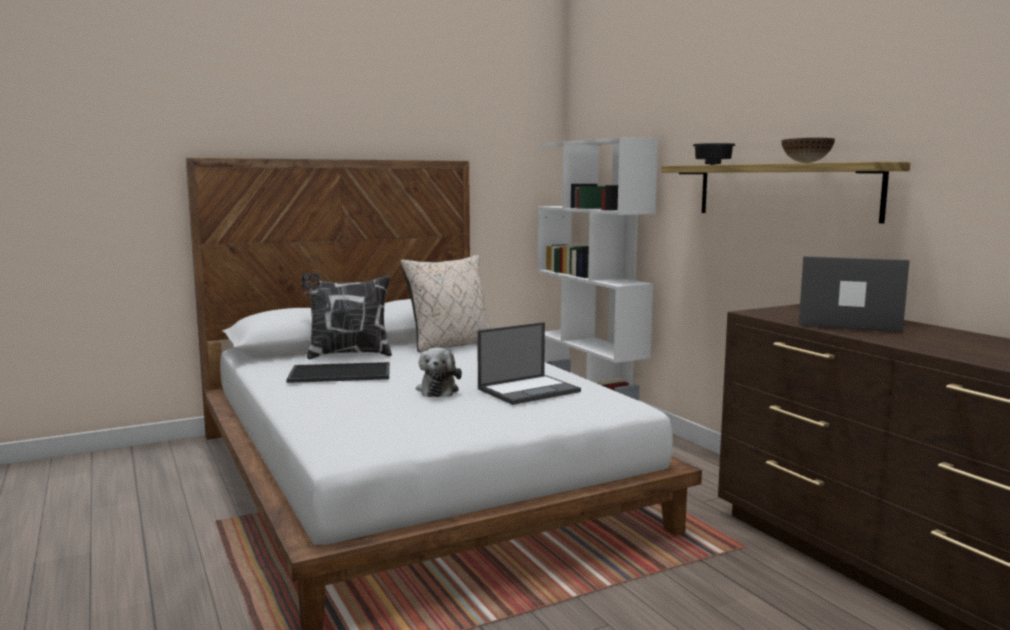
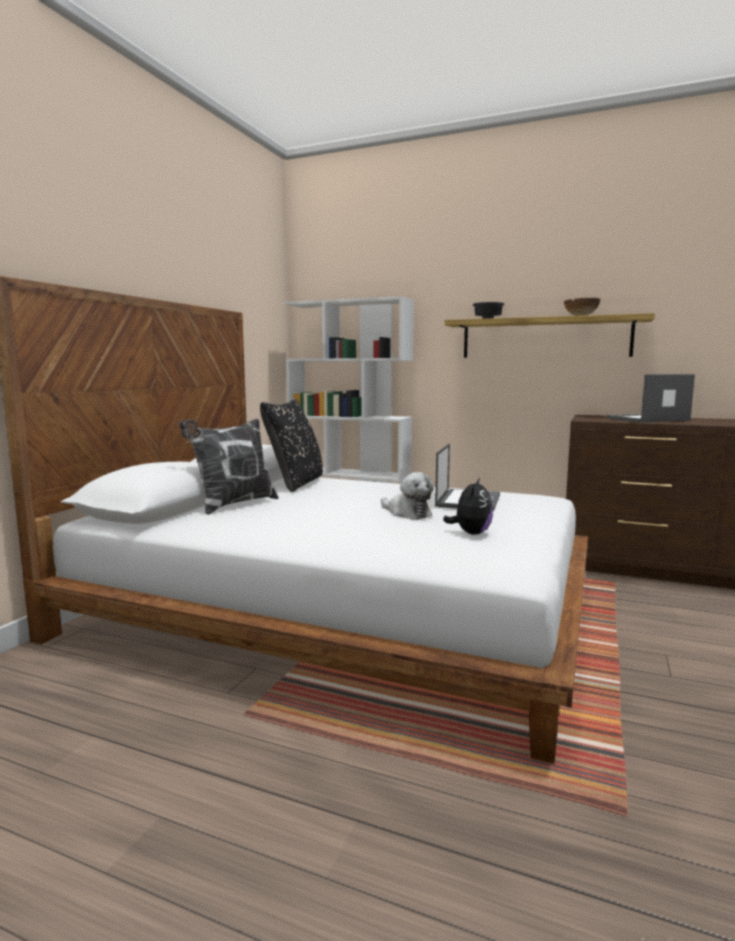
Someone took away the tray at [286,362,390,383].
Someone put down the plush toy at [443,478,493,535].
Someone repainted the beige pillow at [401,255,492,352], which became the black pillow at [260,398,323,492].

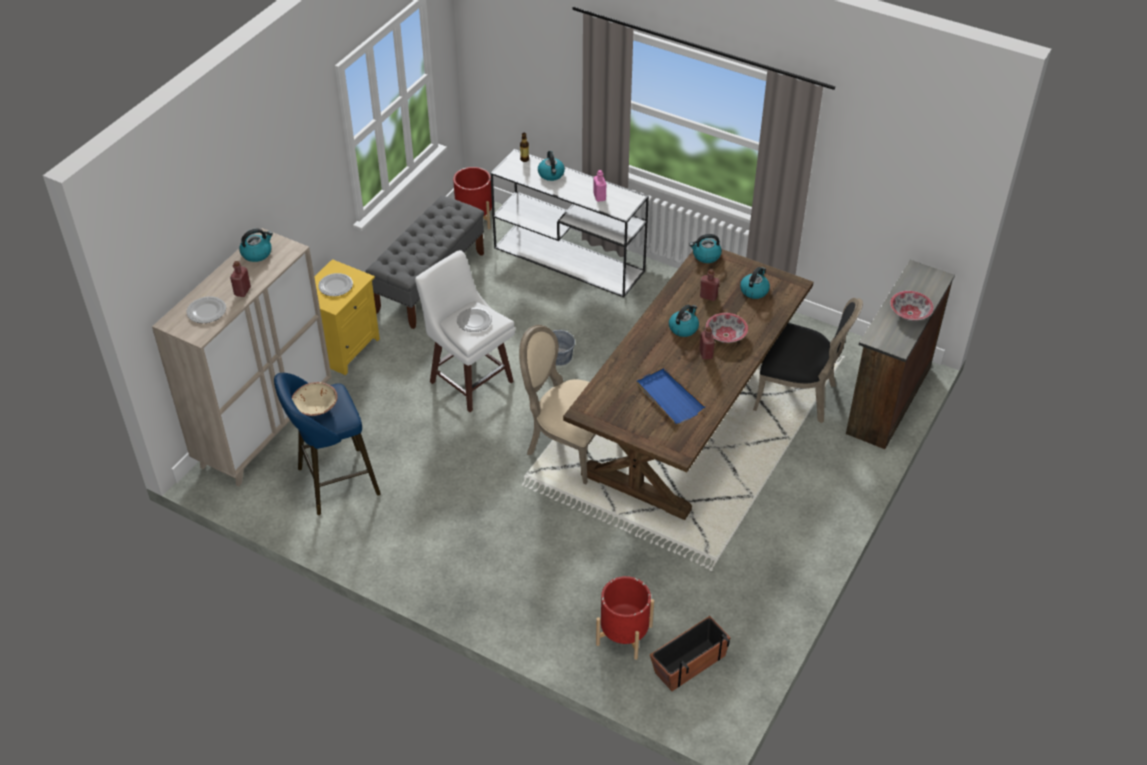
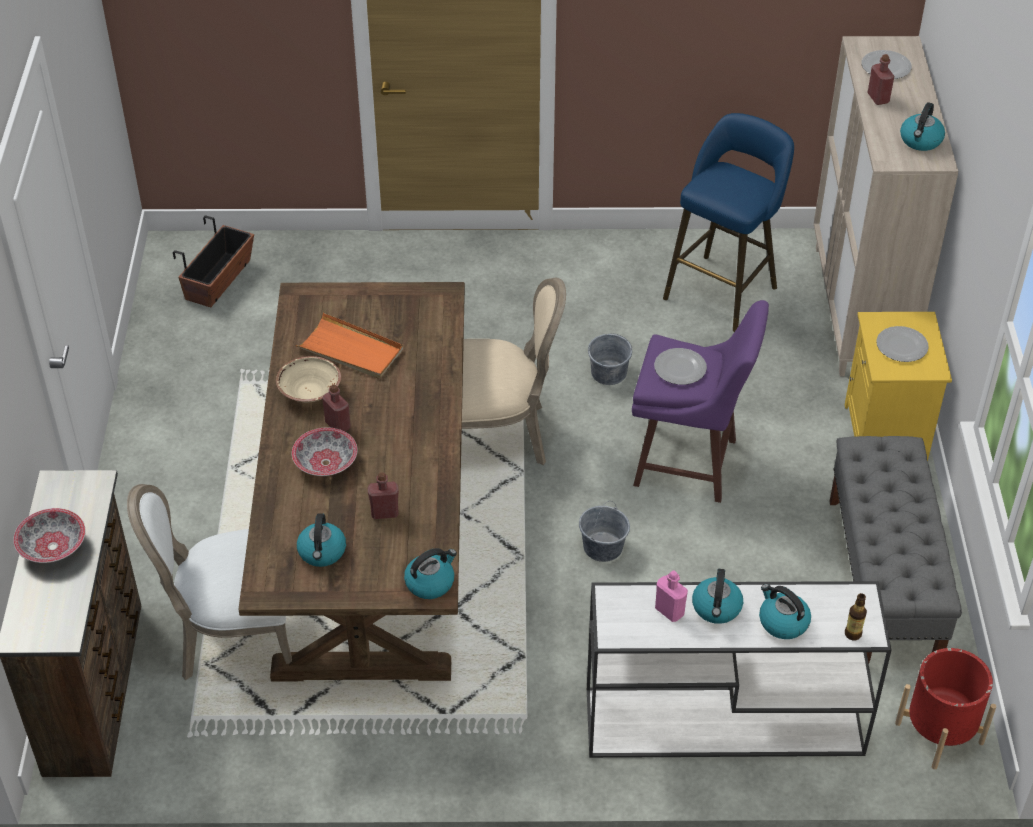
Someone took away the red planter at [596,576,654,660].
Someone put down the grey bucket at [588,333,632,385].
Someone carried the beige bowl from [292,382,338,416] to [276,356,341,402].
Someone carried the kettle from [669,305,699,337] to [692,569,743,624].
Someone repainted the white stool at [415,250,515,412], which became the purple stool at [632,300,769,503].
Someone repainted the blue tray at [636,368,705,424], which became the orange tray at [296,313,403,379].
Someone repainted the black chair at [753,298,863,423], which became the white chair at [127,484,292,680].

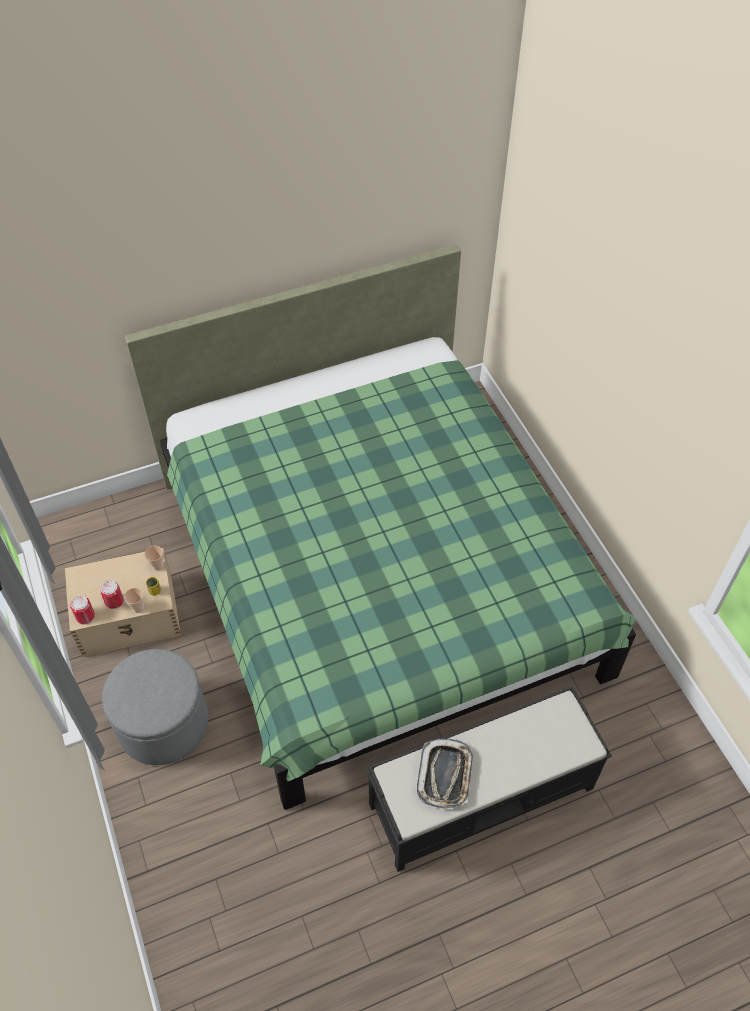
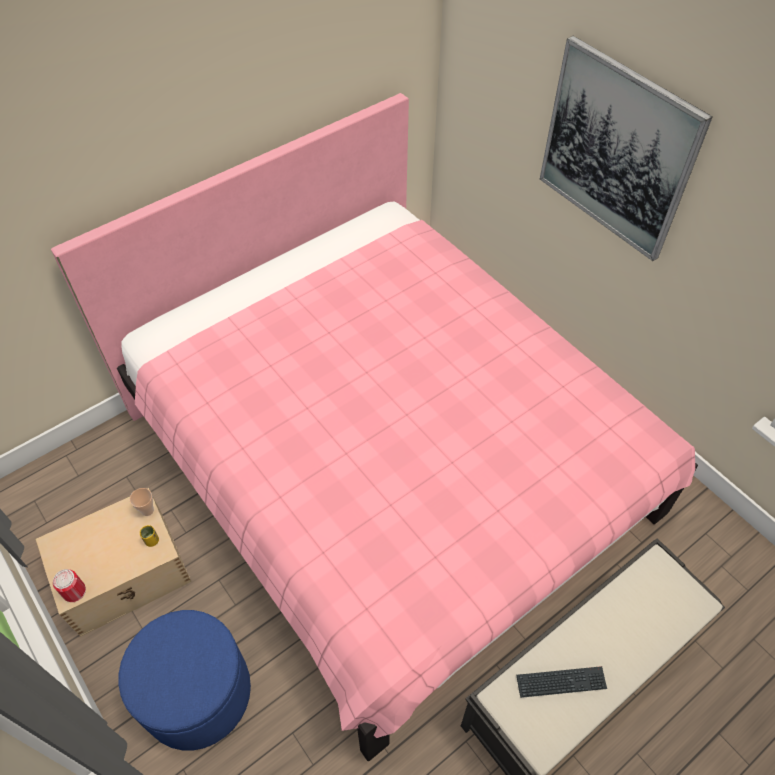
Someone took away the can at [100,580,124,609].
Someone took away the cup at [124,588,144,613].
Someone put up the picture at [540,36,713,261].
Someone swapped the tray at [417,739,473,809] for the keyboard at [517,666,607,698].
Someone repainted the grey ottoman at [102,649,208,765], which became the blue ottoman at [119,610,251,750].
Someone repainted the green bed at [125,245,636,810], which became the pink bed at [51,93,698,761].

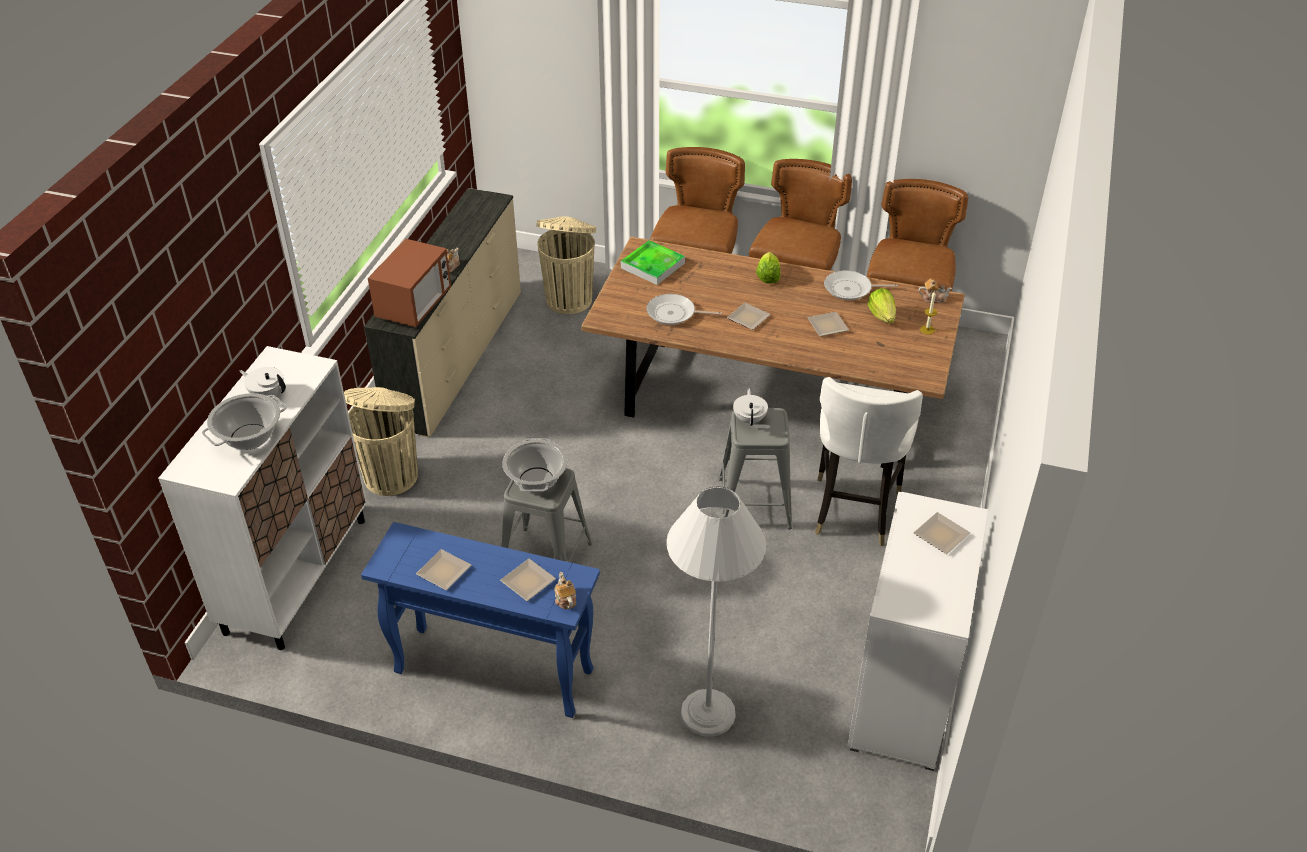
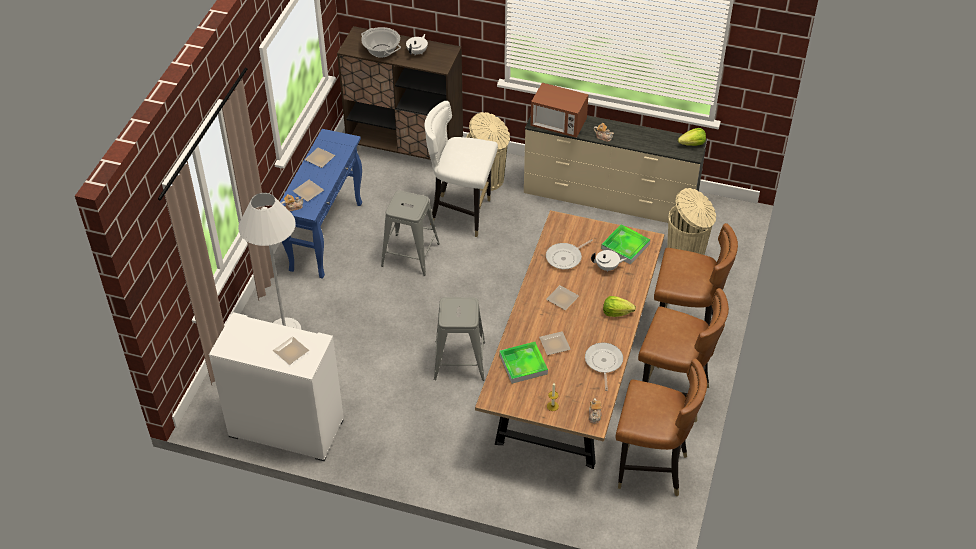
Someone took away the cooking pot at [502,438,568,492].
Someone put down the tray at [499,342,548,384].
Someone carried the white teapot from [733,388,768,426] to [591,250,627,272].
Someone carried the white chair from [815,377,923,546] to [424,101,498,237].
Someone carried the lettuce from [868,288,896,323] to [678,128,706,146].
Someone repainted the white cabinet at [158,346,367,650], which became the brown cabinet at [337,26,463,160].
Someone rotated the frying pan at [646,294,722,325] by 135 degrees counterclockwise.

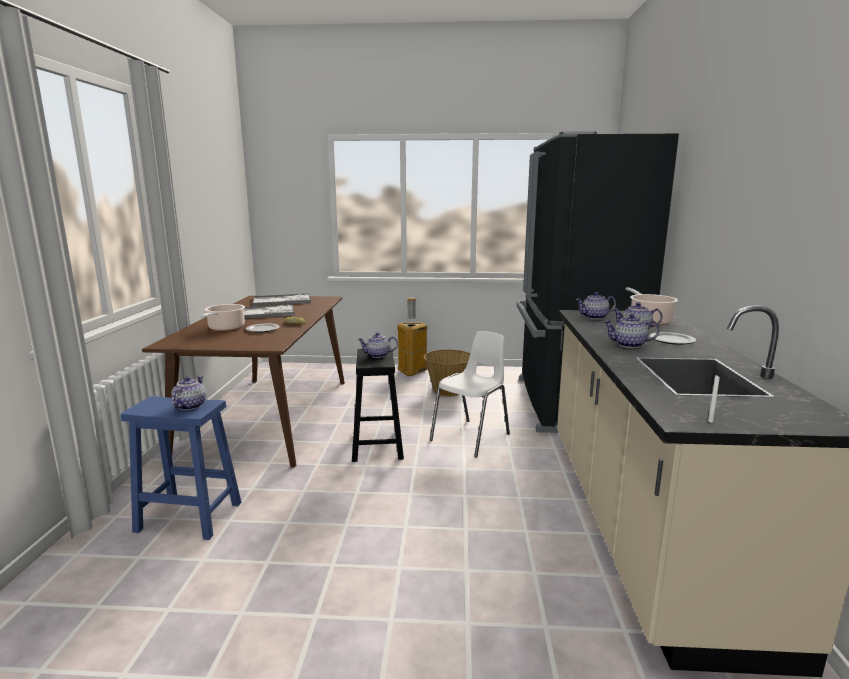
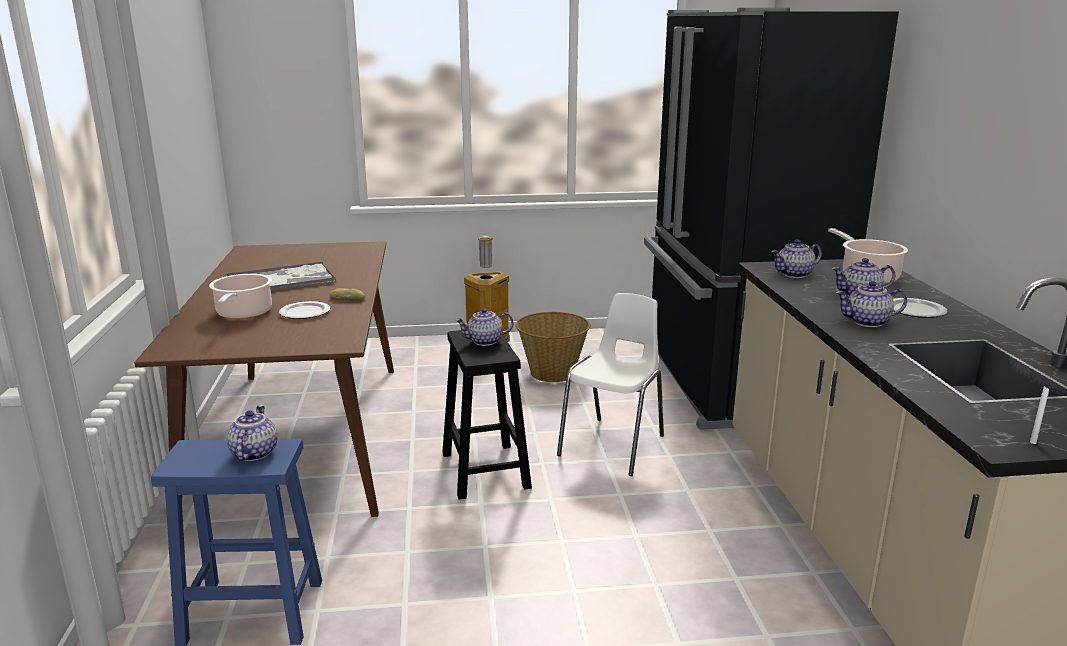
Someone took away the tray at [252,293,311,306].

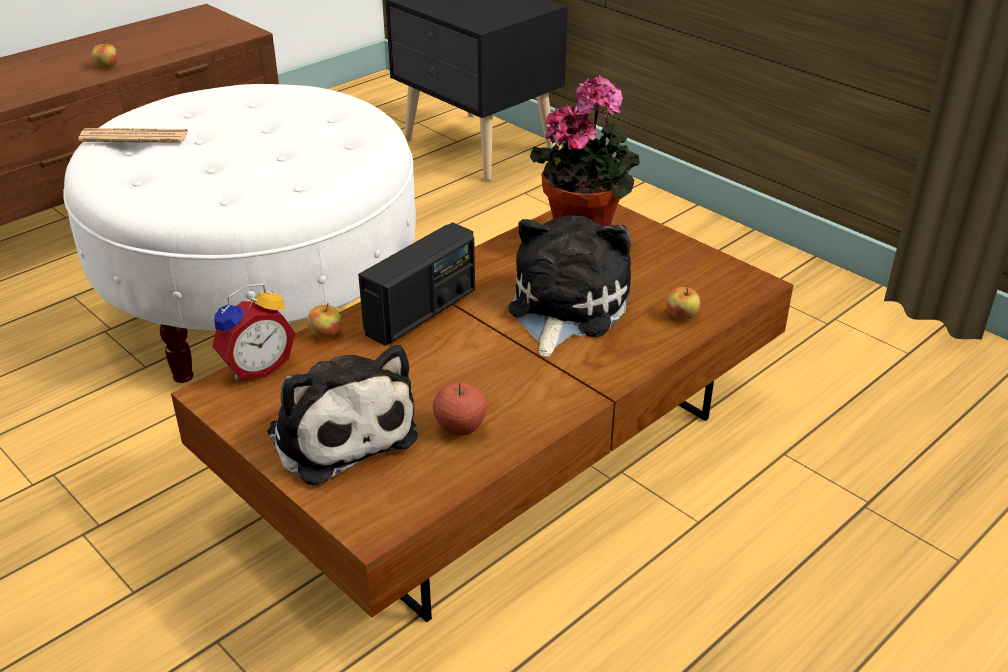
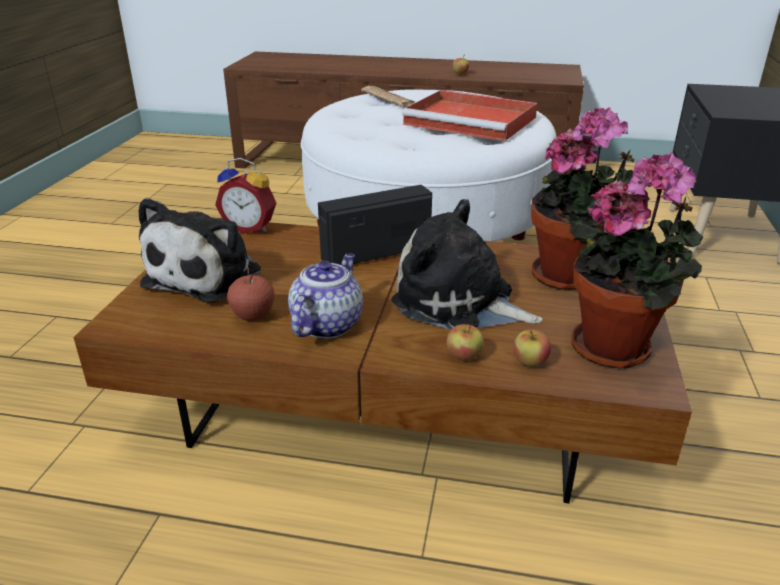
Someone put down the teapot at [288,253,363,339].
Someone put down the red tray at [402,90,537,141].
Someone put down the potted plant at [572,152,703,369].
Someone carried the apple from [307,303,341,339] to [447,324,484,361].
Someone rotated the radio at [358,223,475,346] by 150 degrees clockwise.
Someone rotated the plush toy at [508,215,631,357] by 135 degrees counterclockwise.

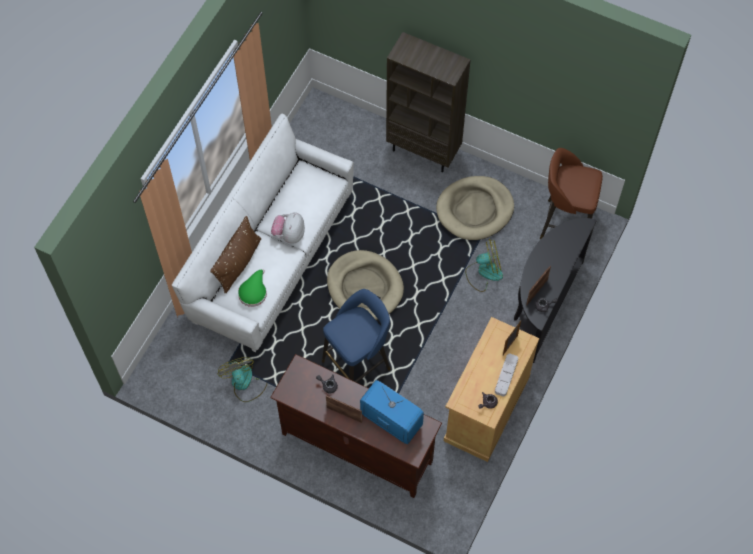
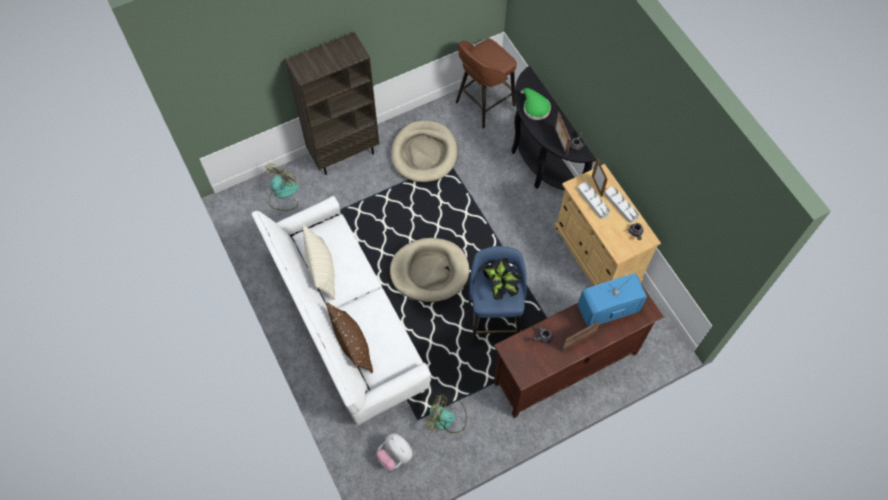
Someone put down the beige pillow at [302,224,335,300].
Someone put down the potted plant at [483,258,522,300].
Someone put down the grey tray at [578,182,610,219].
Someone carried the green hat from [238,270,267,307] to [521,88,551,120].
Someone carried the plush toy from [271,212,305,244] to [376,433,413,471].
Someone carried the fan from [465,239,503,292] to [265,164,299,211].

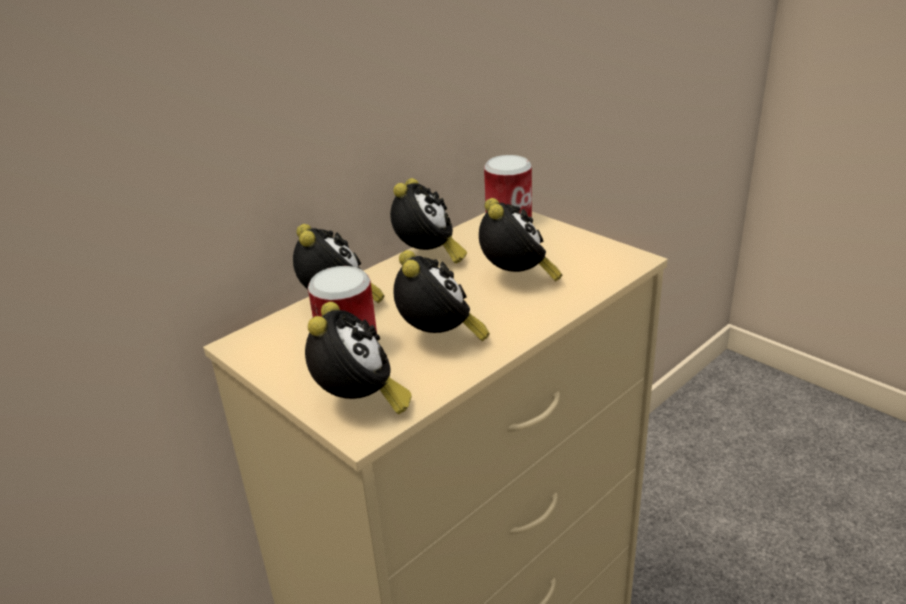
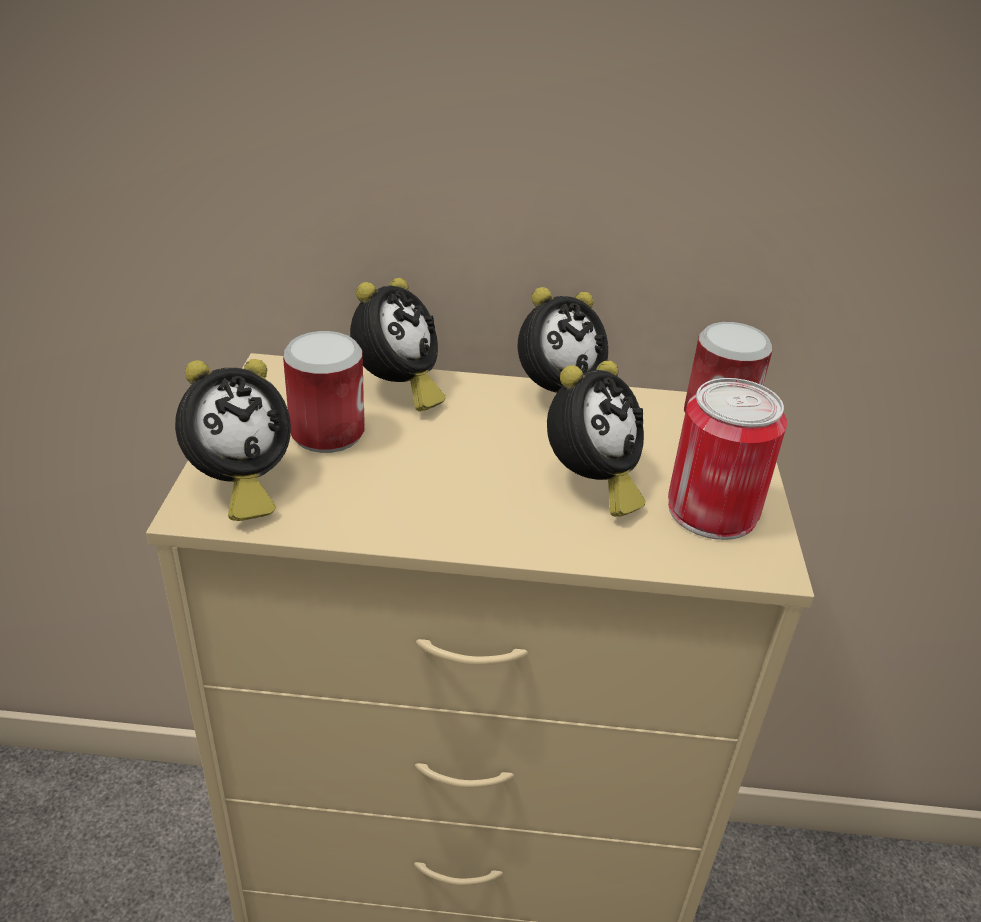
Someone took away the alarm clock at [393,250,490,341].
Someone put down the can at [668,378,787,540].

